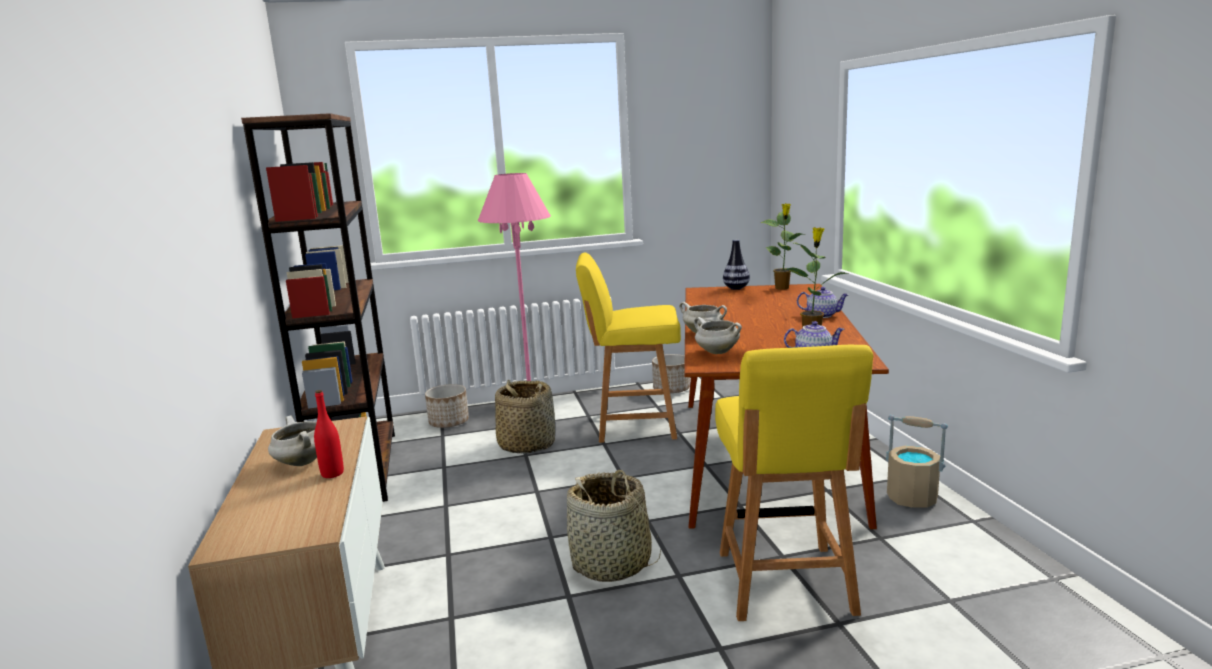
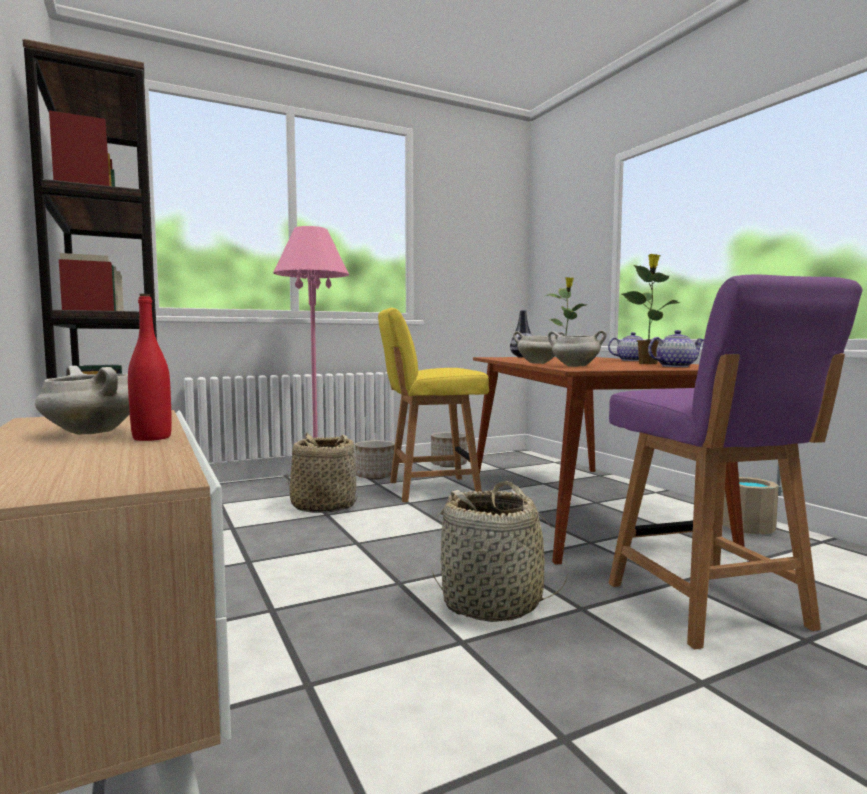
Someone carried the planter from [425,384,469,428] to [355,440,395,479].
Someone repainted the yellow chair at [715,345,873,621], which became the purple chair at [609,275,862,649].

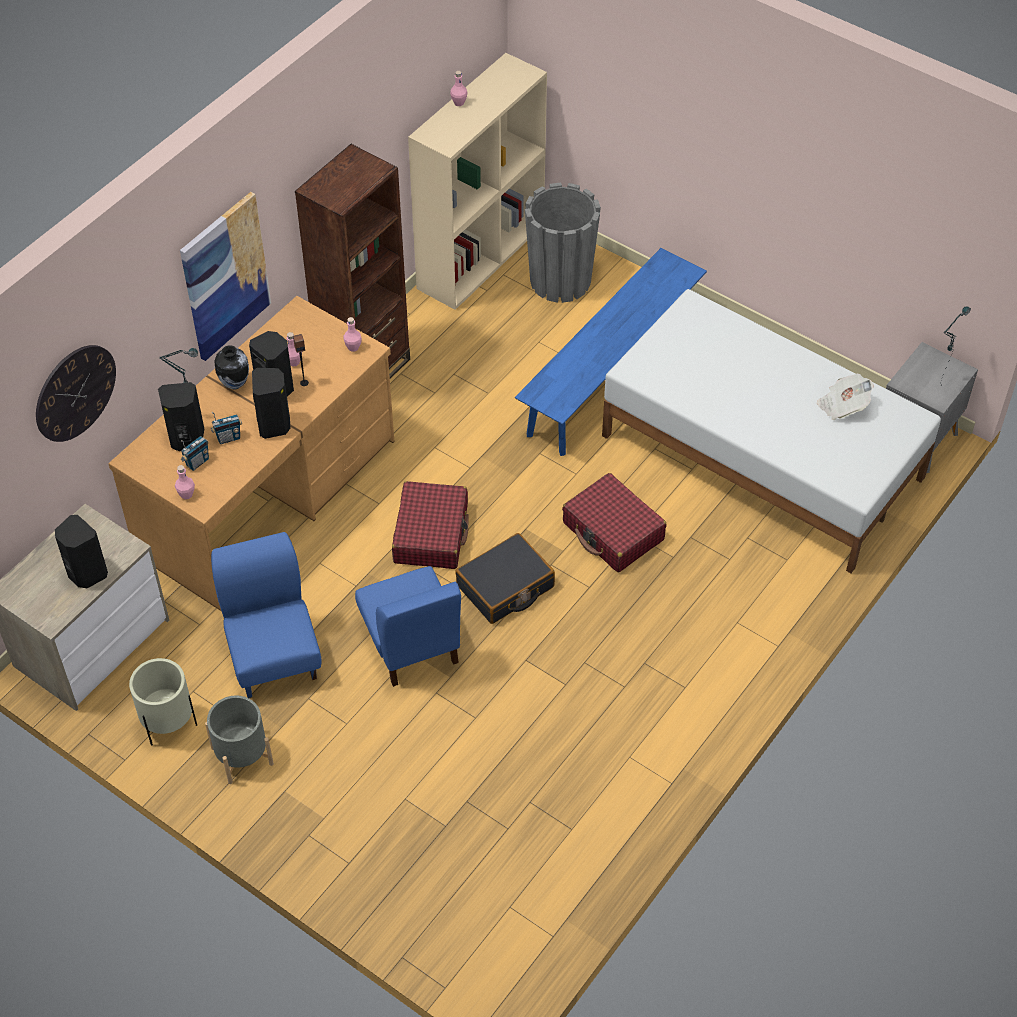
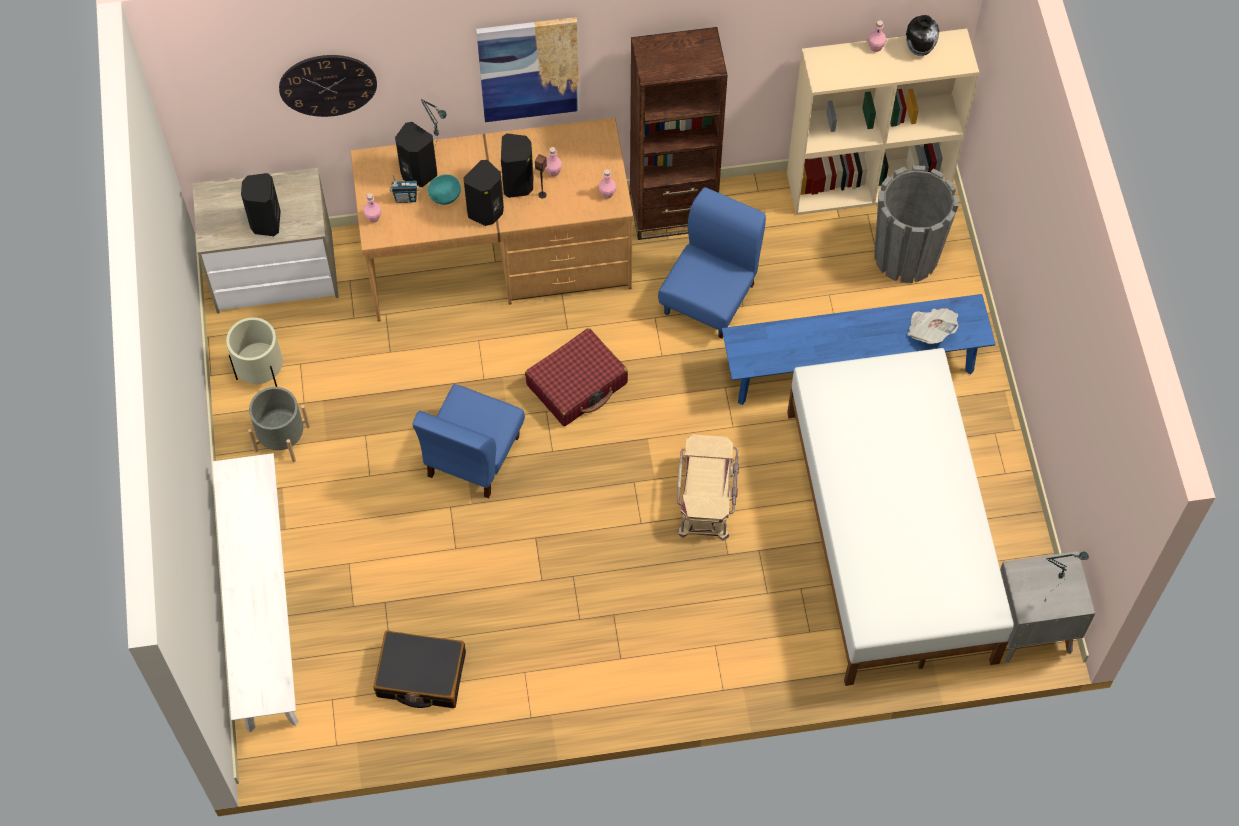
Someone put down the white bench at [213,453,299,732].
Someone carried the blue chair from [211,532,322,698] to [658,187,766,339].
Someone carried the vase from [214,345,249,389] to [906,15,939,56].
Someone carried the black suitcase from [455,533,555,624] to [374,630,466,708].
Someone carried the newspaper from [817,374,874,420] to [907,308,958,344].
Someone swapped the radio at [211,412,242,444] for the turquoise bowl at [427,175,461,205].
Someone swapped the red suitcase at [562,473,666,572] for the beige storage box at [677,434,739,541].

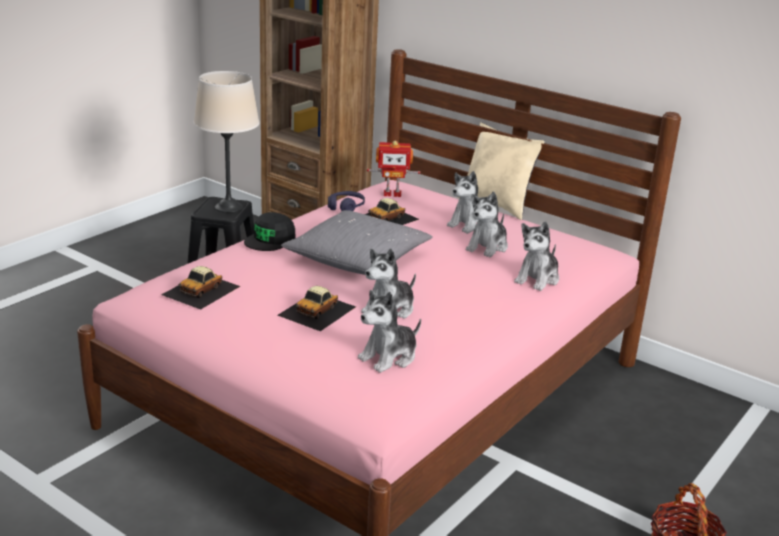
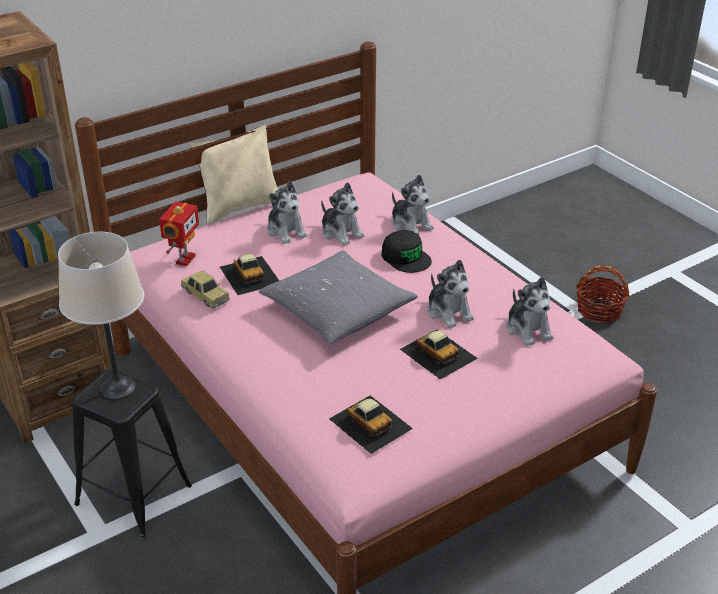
Someone carried the black cap from [244,212,296,251] to [381,230,432,273].
Someone swapped the purple headphones at [328,191,365,211] for the toy car at [181,270,230,309].

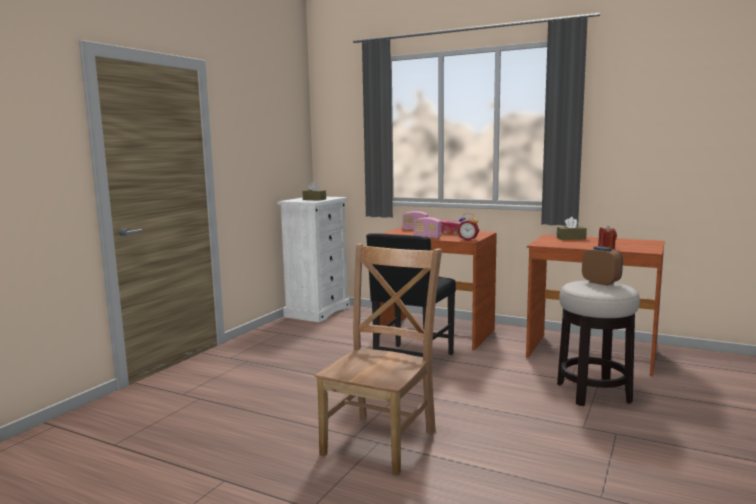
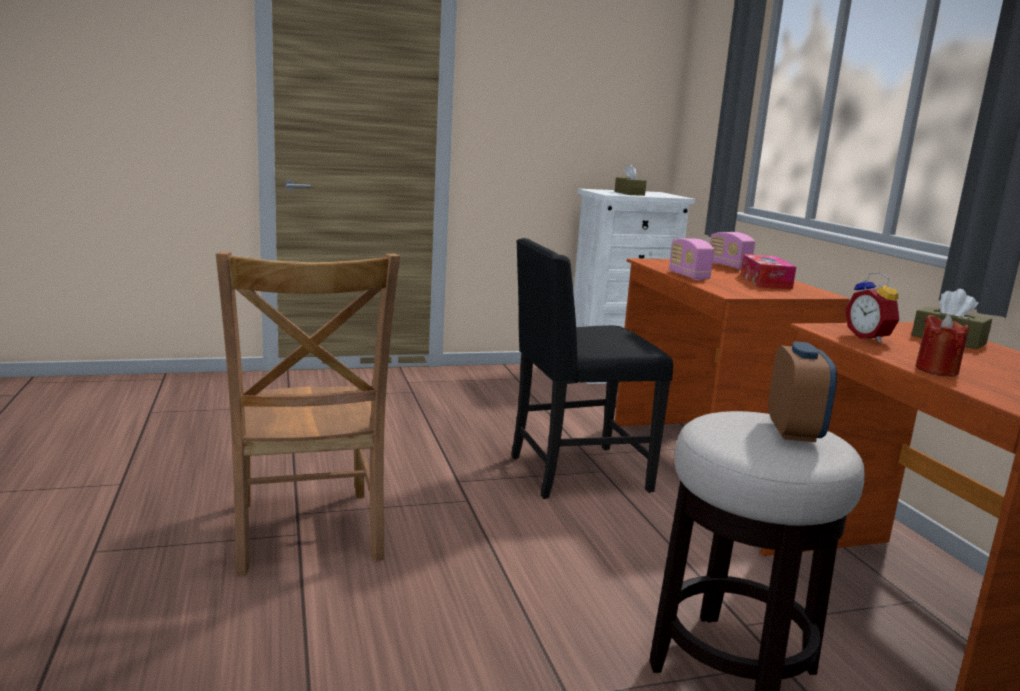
Someone carried the alarm clock from [457,213,479,241] to [845,272,899,343].
Someone rotated the brown chair at [315,243,442,475] by 90 degrees clockwise.

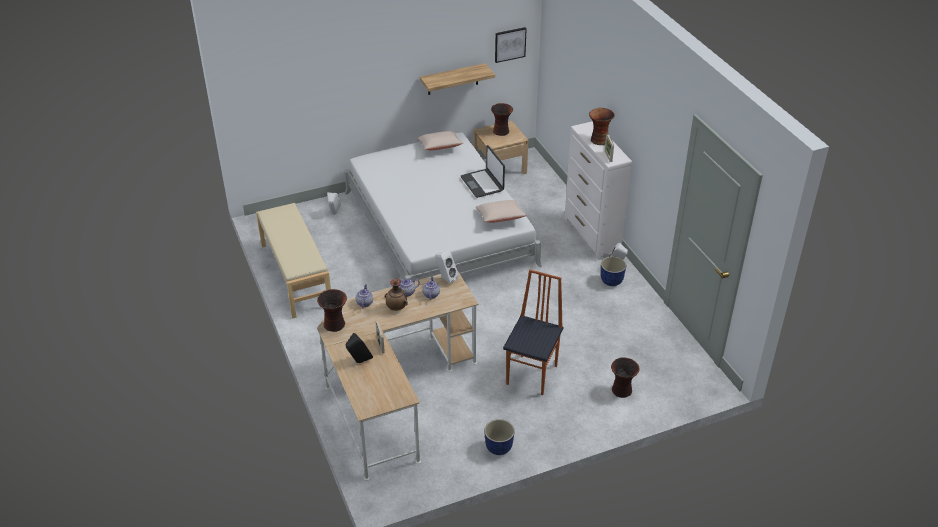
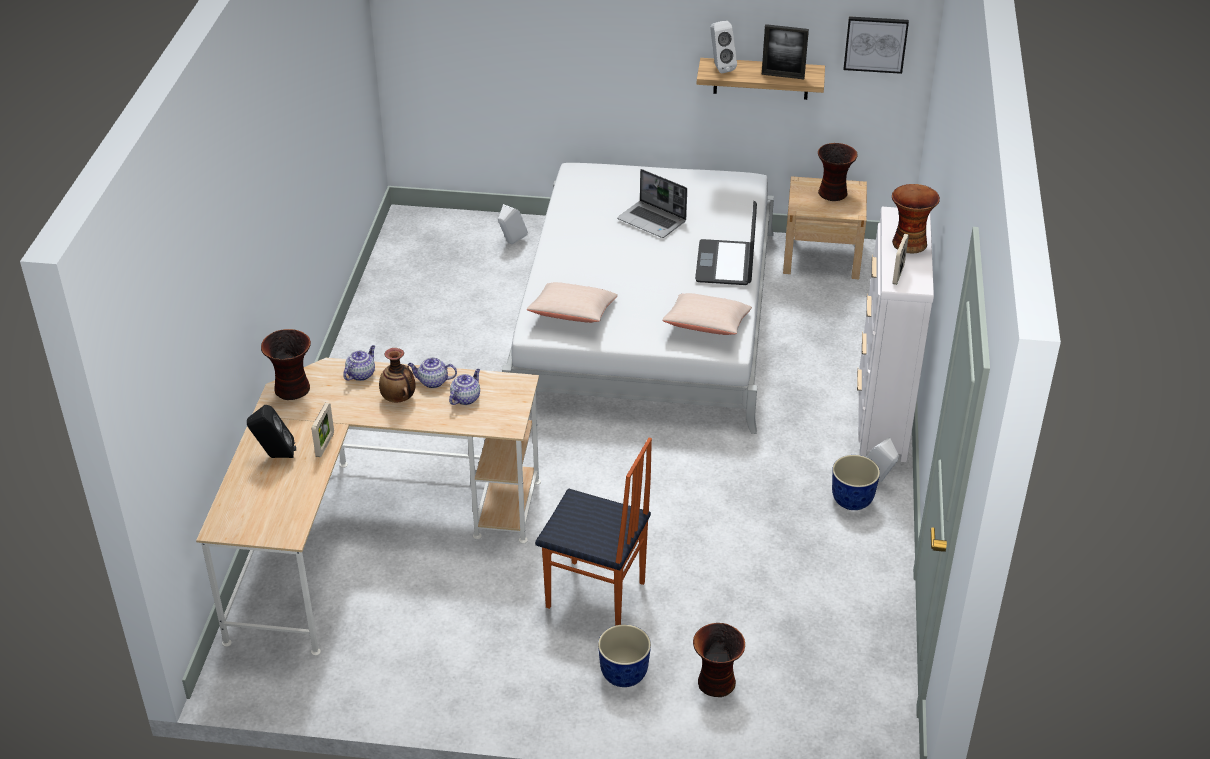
Someone took away the beige bench at [256,203,331,319].
Someone put down the laptop at [617,169,687,238].
Someone put down the picture frame at [762,24,809,79].
Someone carried the beige pillow from [417,131,463,151] to [527,282,618,323].
Someone carried the white speaker from [435,250,459,284] to [710,21,737,73].
Someone carried the planter from [484,419,515,455] to [598,624,651,687].
Someone rotated the chair at [503,270,564,395] by 60 degrees clockwise.

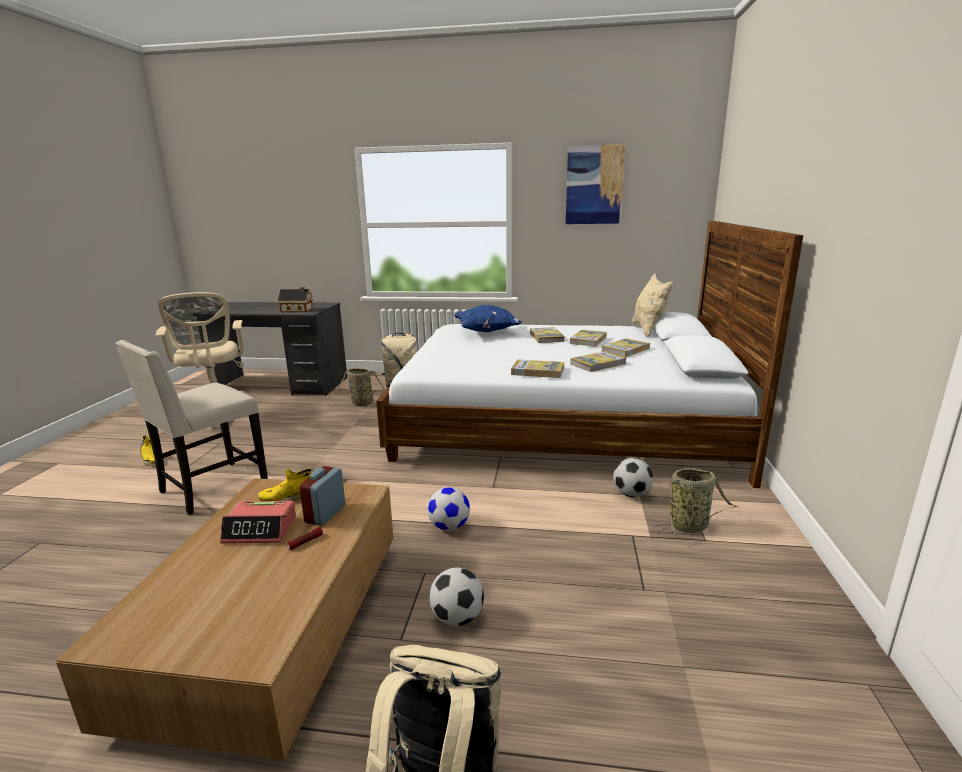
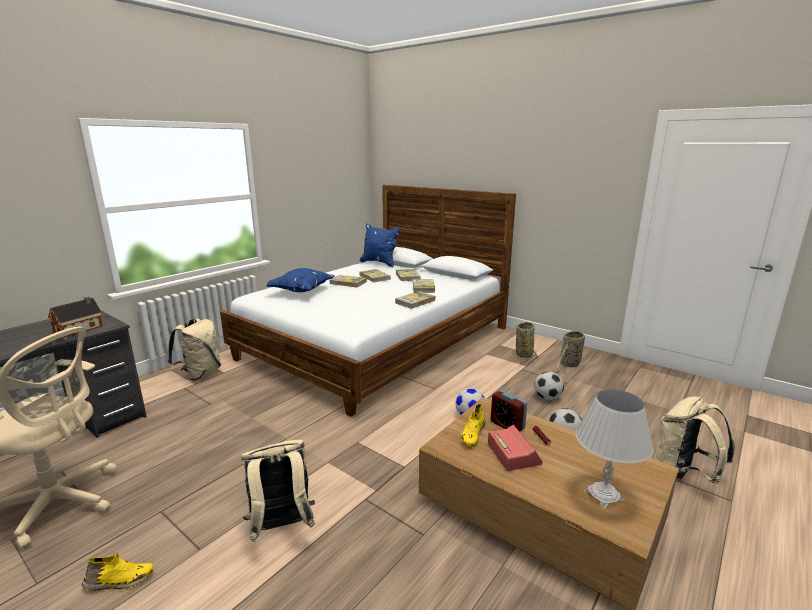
Someone took away the picture at [566,144,625,224].
Someone put down the white table lamp at [575,389,654,509].
Someone carried the basket from [328,368,385,406] to [556,330,585,374].
Someone carried the football from [613,458,654,497] to [534,371,564,400].
Someone swapped the beige chair at [115,340,268,515] for the beige backpack at [241,440,315,542].
Someone repainted the beige pillow at [632,274,673,338], which became the blue pillow at [360,224,401,267].
Someone rotated the alarm clock at [220,501,296,544] by 45 degrees counterclockwise.

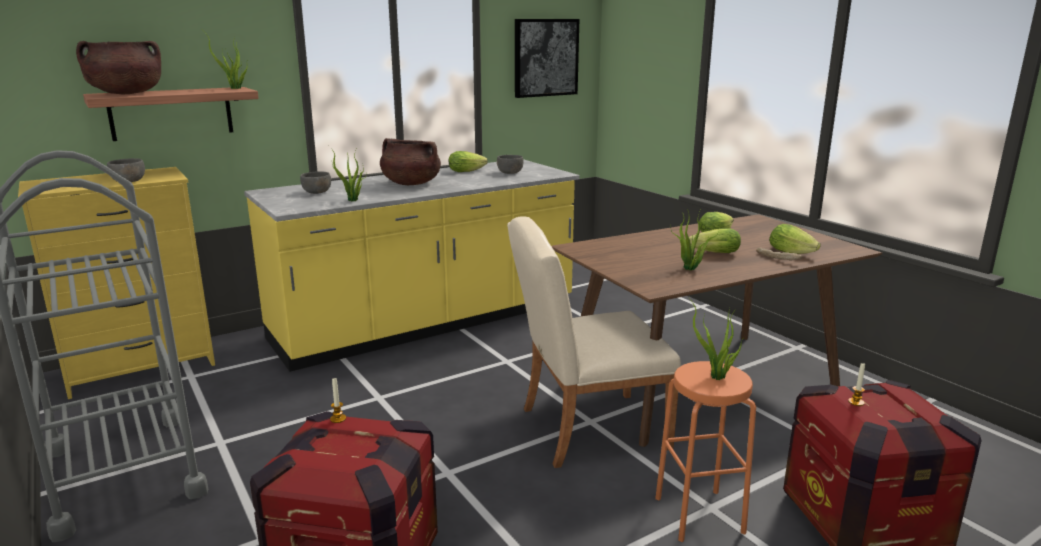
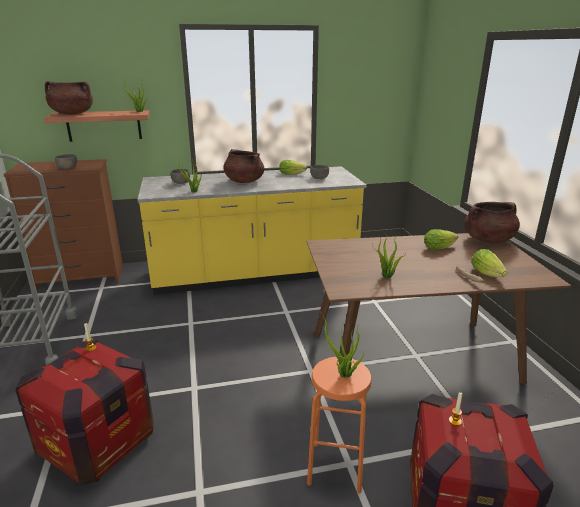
Someone took away the beige chair at [507,216,681,468].
Someone took away the picture at [515,19,579,98].
Someone took away the lettuce at [689,228,741,253].
Someone put down the brown cooking pot at [464,202,520,243].
Someone repainted the yellow dresser at [18,167,215,399], which became the brown dresser at [3,159,123,290].

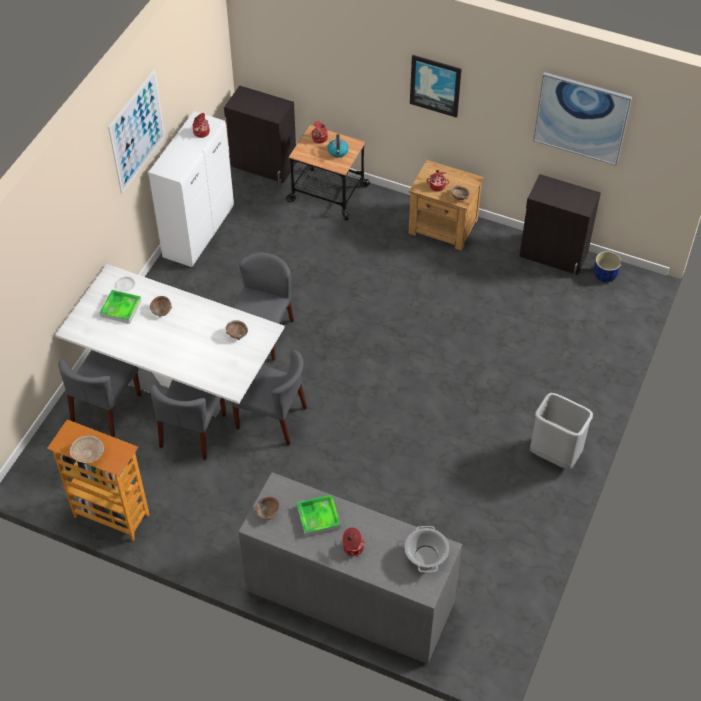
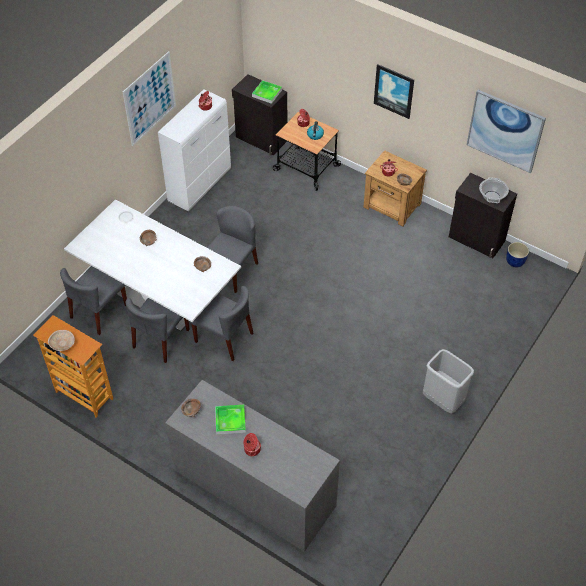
Someone carried the tray from [99,290,142,324] to [252,80,282,104].
Someone carried the cooking pot from [405,526,449,572] to [479,177,509,203].

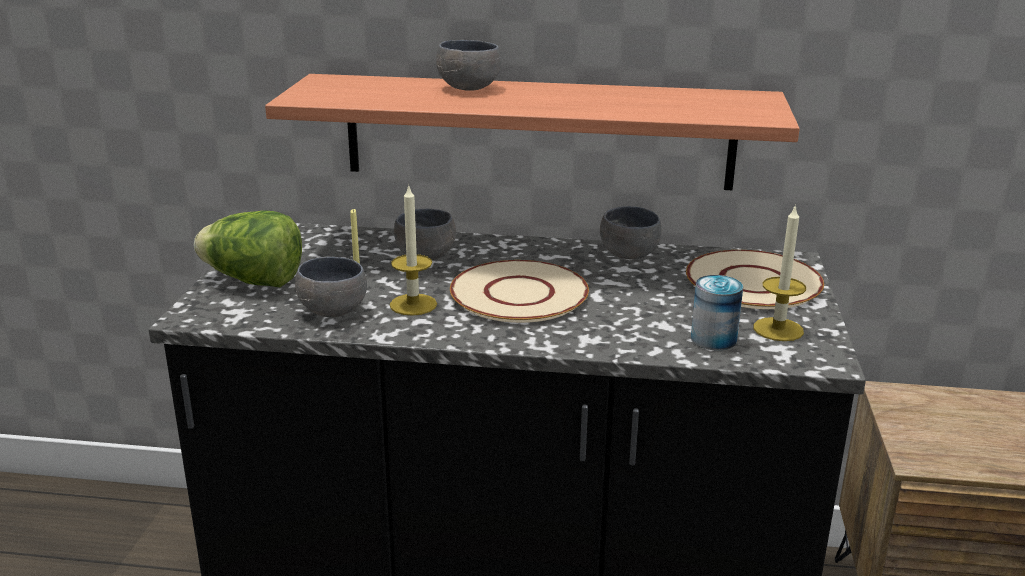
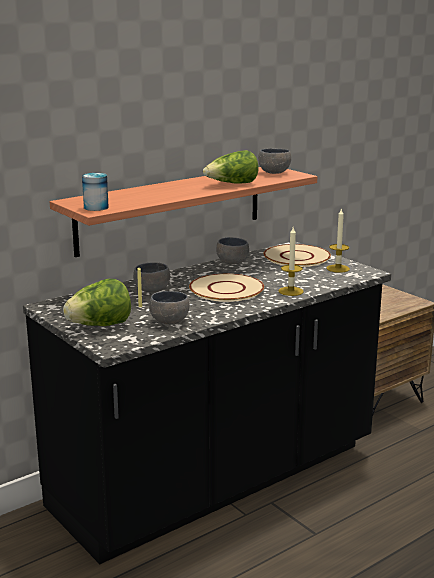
Someone put down the lettuce at [203,150,258,184].
Someone carried the candle from [390,184,437,316] to [279,227,304,296].
Someone carried the grey bowl from [436,40,501,91] to [258,148,291,174].
Someone carried the can from [691,275,743,350] to [82,173,109,211].

